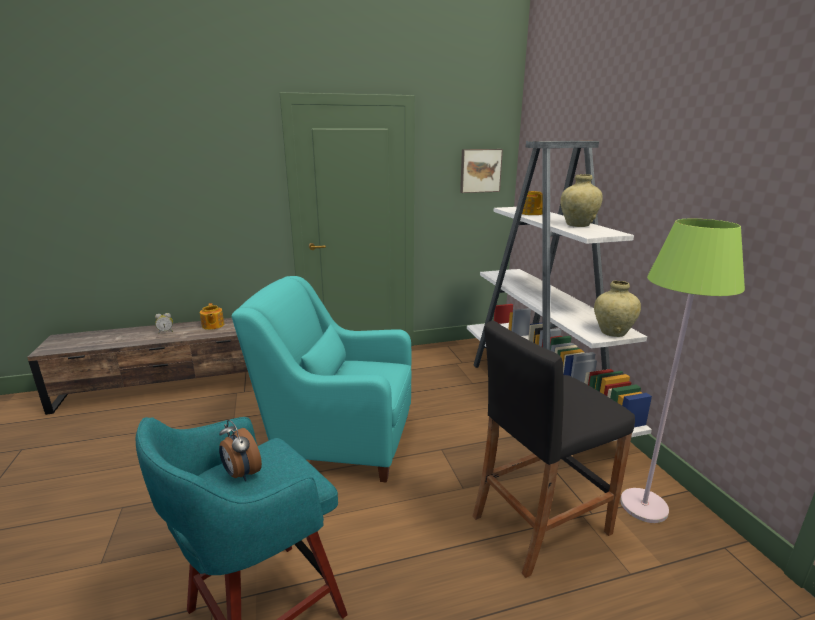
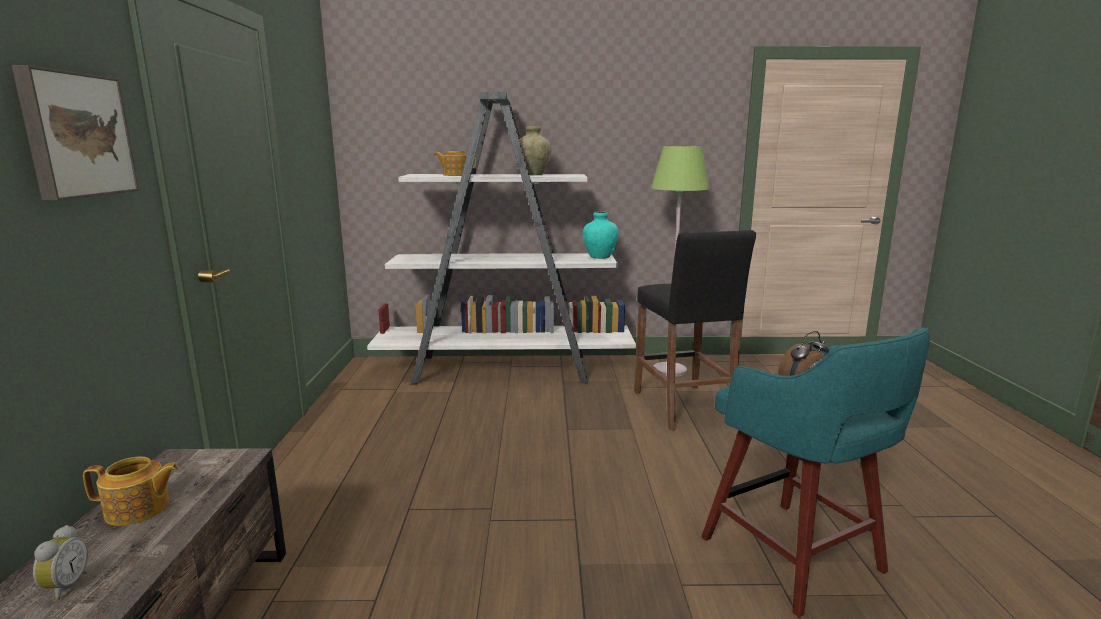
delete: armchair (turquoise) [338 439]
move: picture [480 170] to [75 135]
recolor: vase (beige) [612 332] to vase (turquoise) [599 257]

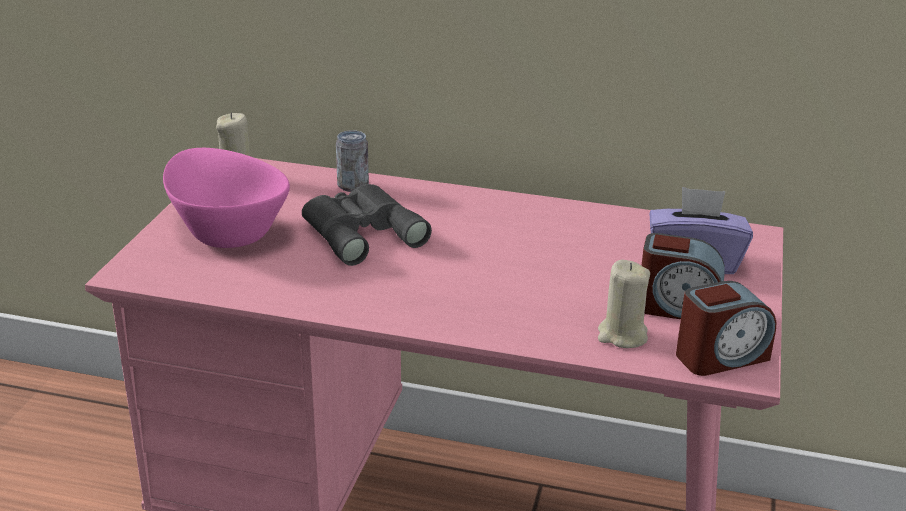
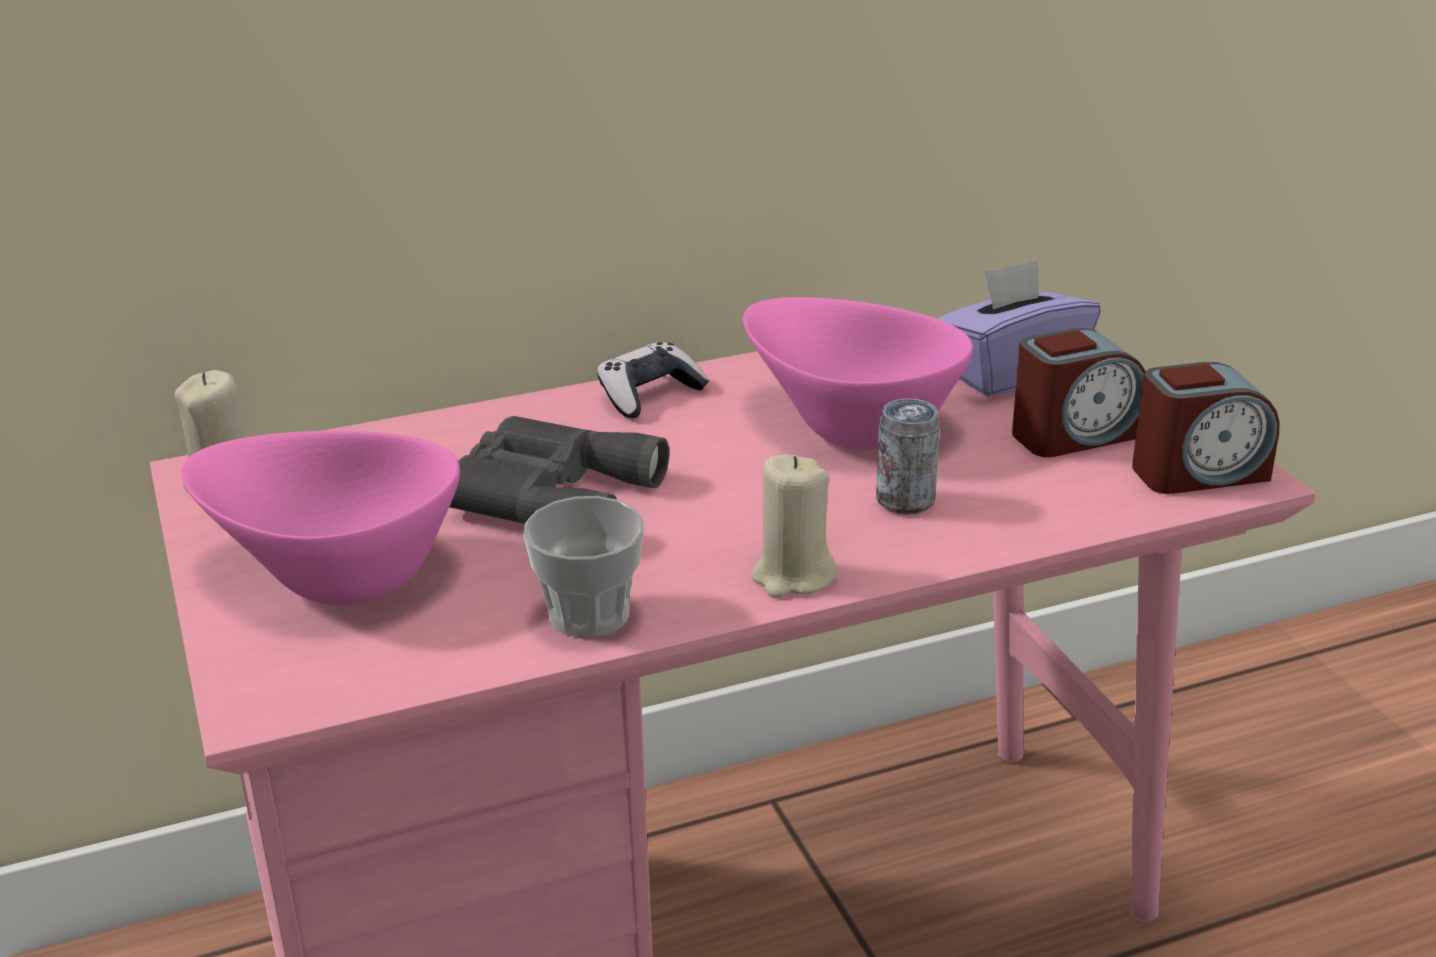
insert: cup [589 615]; game controller [649 395]; bowl (pink) [849 423]
move: can [353 185] to [905 501]; candle (beige) [622 335] to [793 576]
rotate: alarm clock [721 357] = [1198 473] 45 degrees clockwise

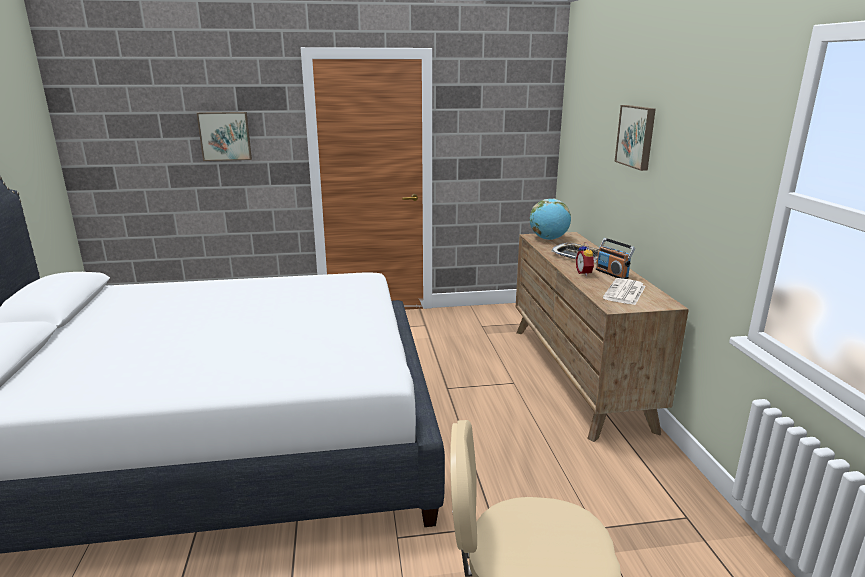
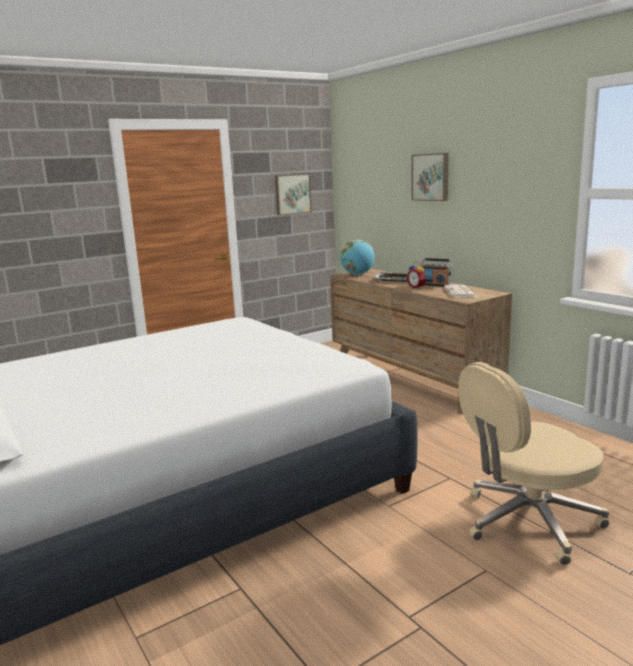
move: picture [225 136] to [292 194]

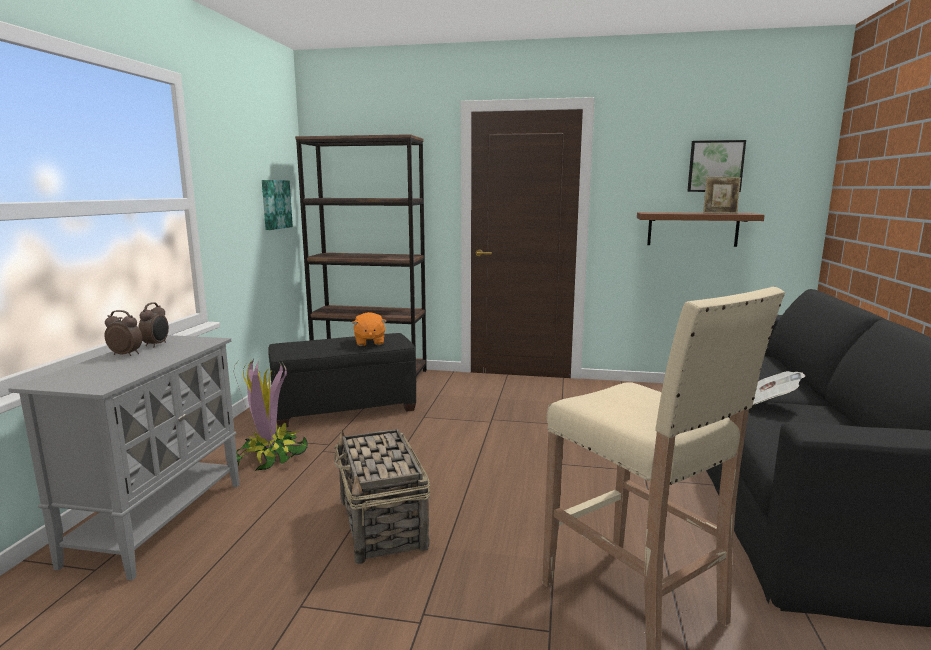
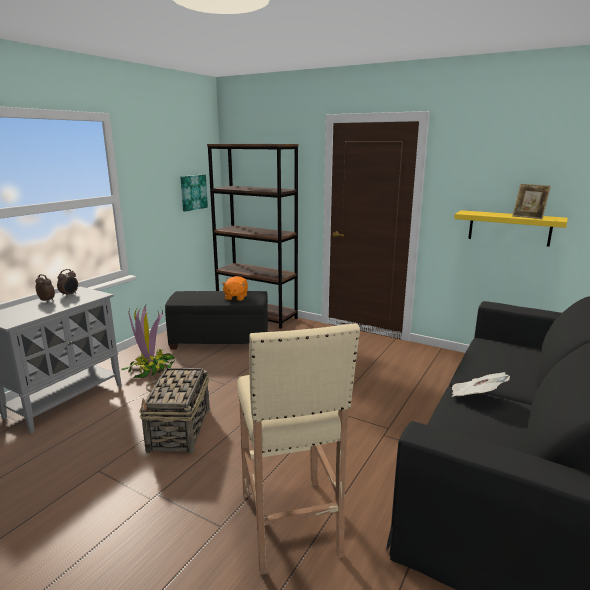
delete: picture [715 166]
recolor: shelf (brown) [692 229] to shelf (yellow) [509 228]

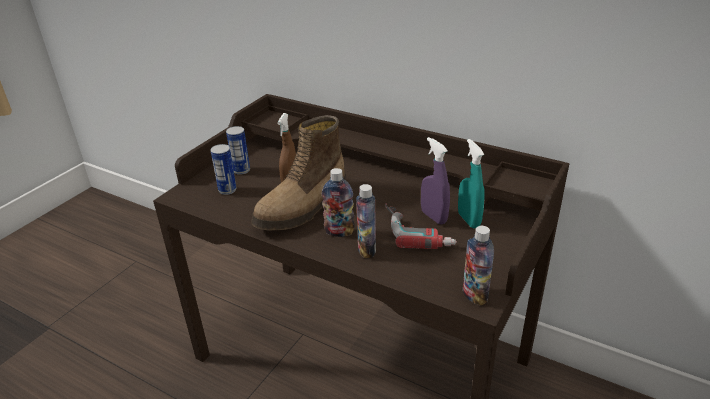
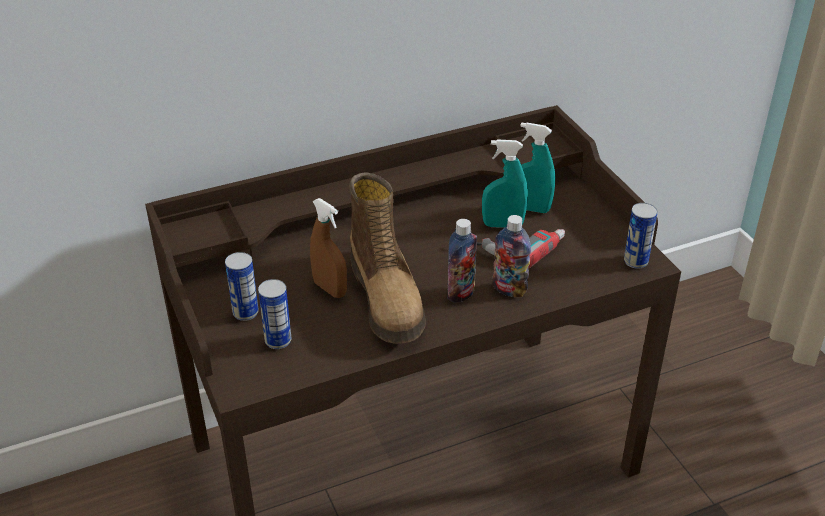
replace: bottle [475 295] to can [635 261]
recolor: spray bottle (purple) [433 217] to spray bottle (turquoise) [503 225]

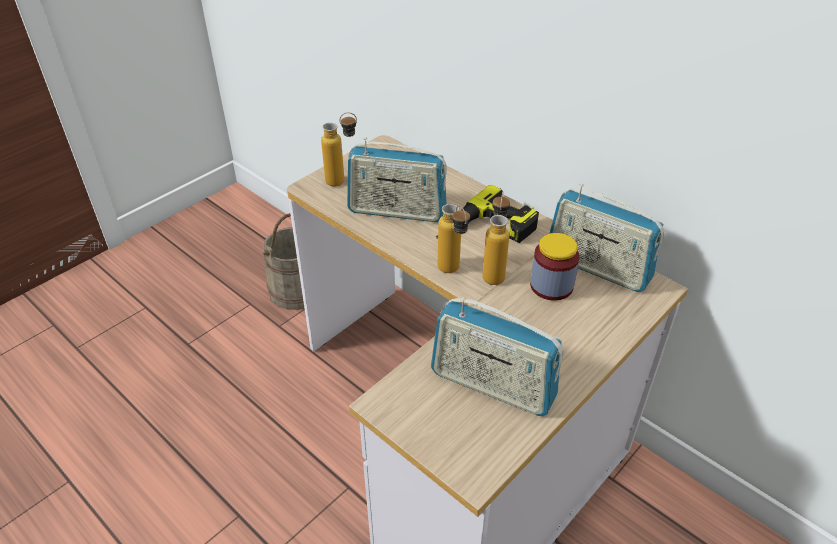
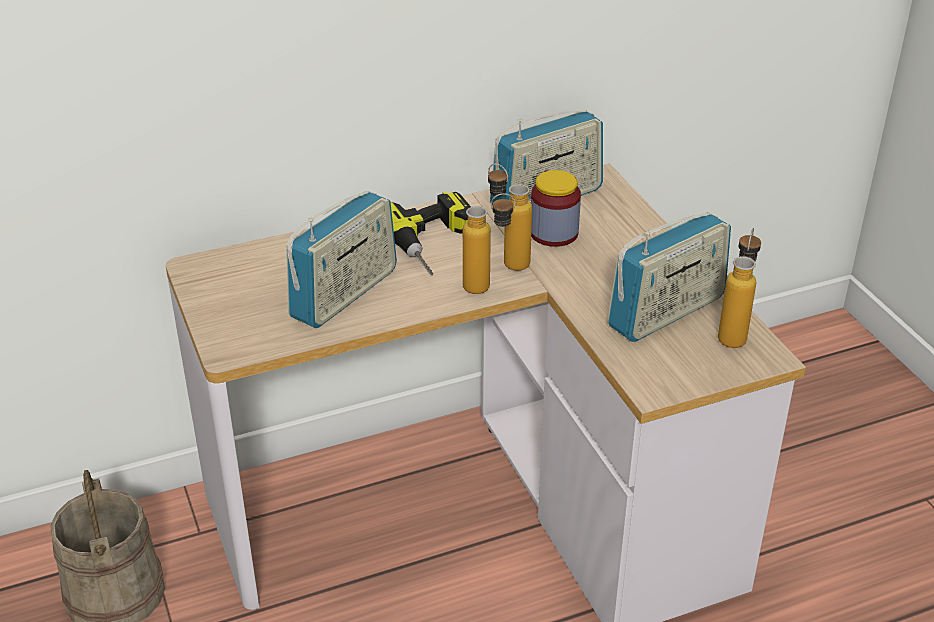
move: bottle [343 181] to [734 333]

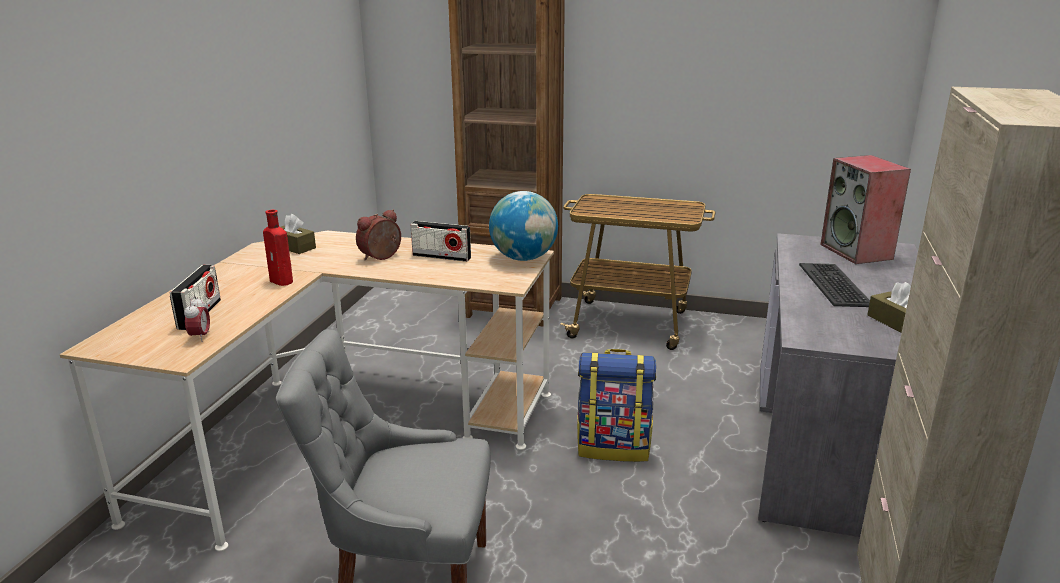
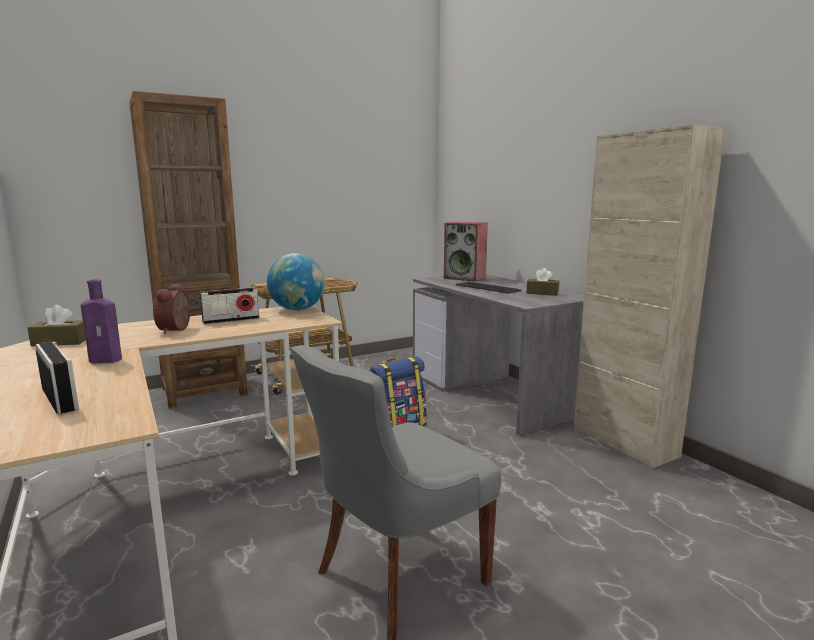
delete: alarm clock [200 337]
recolor: bottle (red) [282 281] to bottle (purple) [108 360]

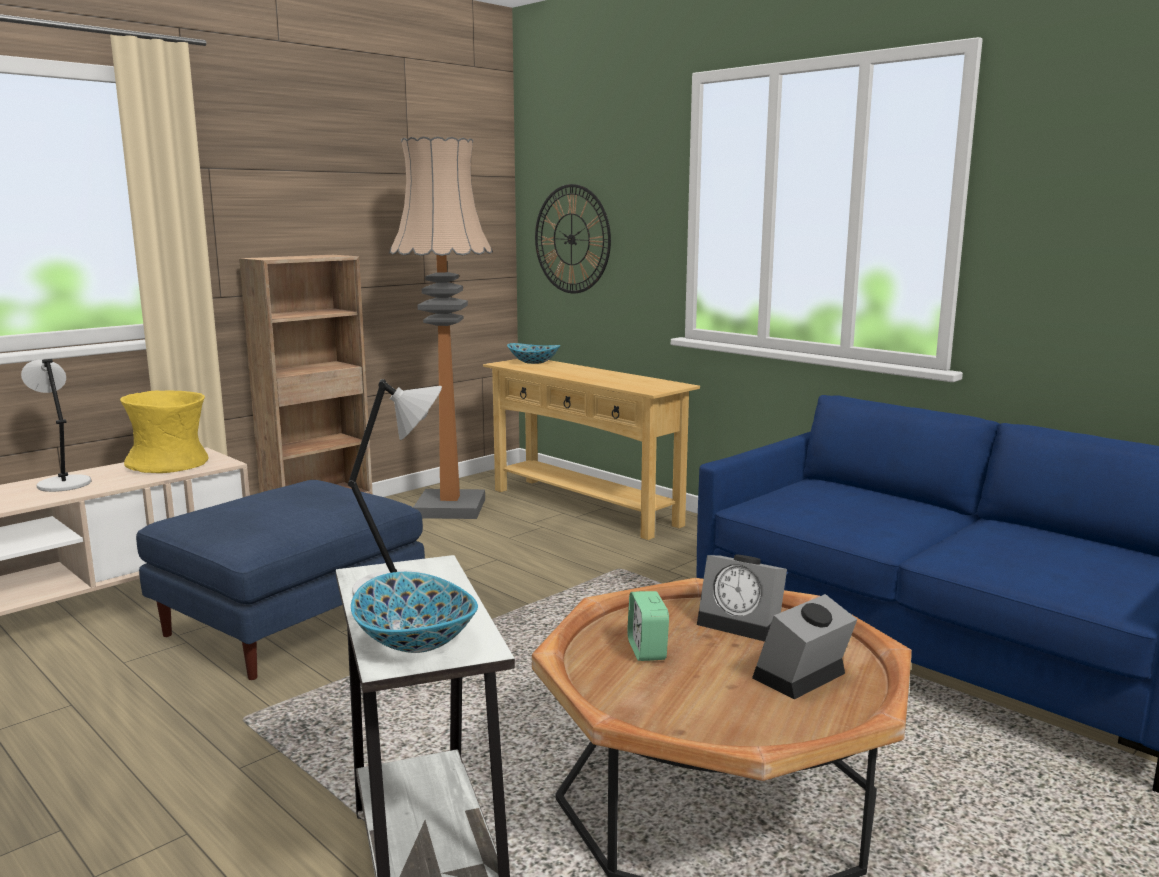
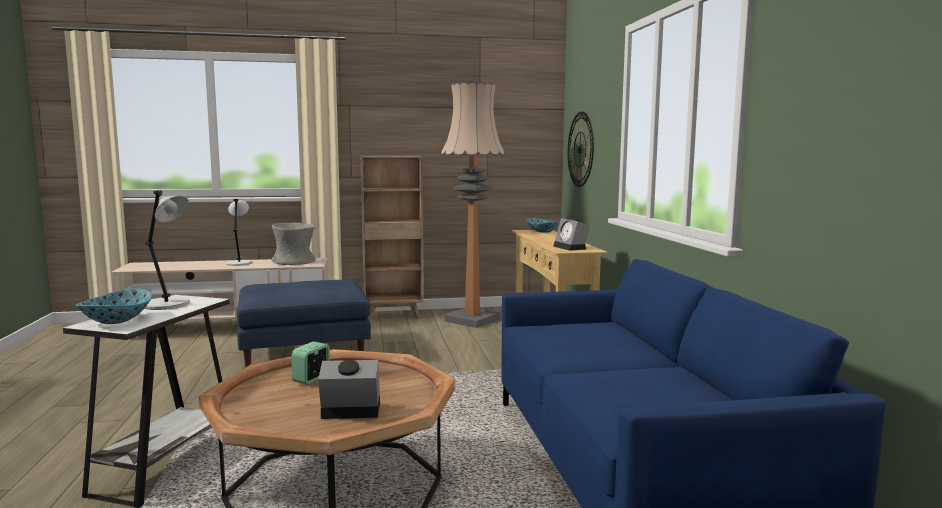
move: alarm clock [743 623] to [571 247]
recolor: vase (yellow) [169 464] to vase (grey) [294 262]

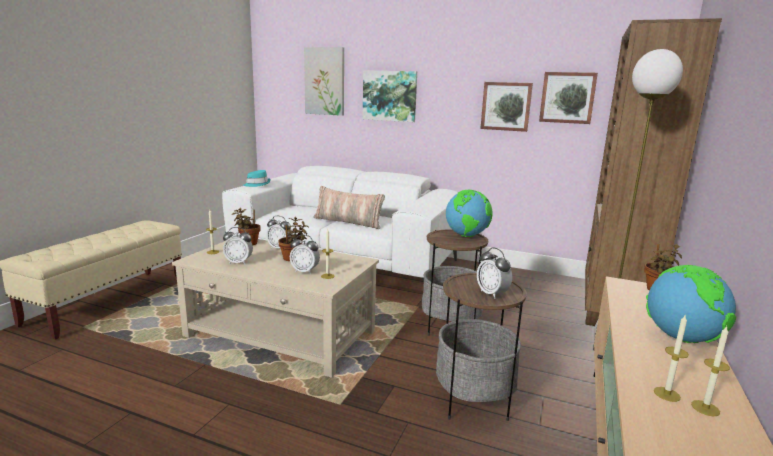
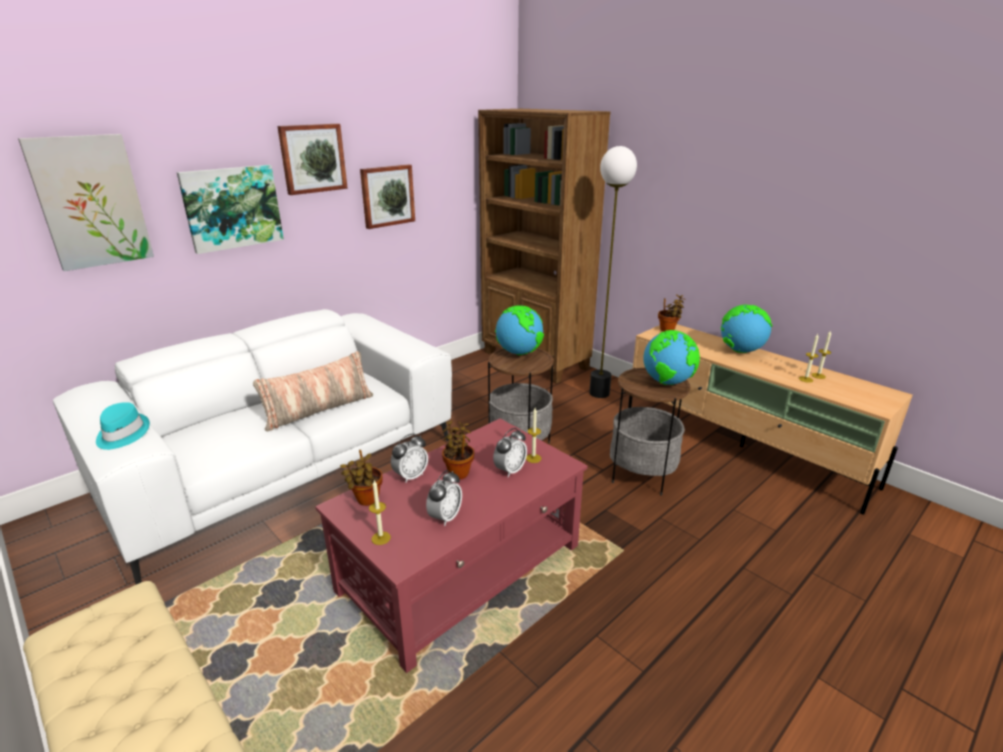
move: picture [567 97] to [312 158]
replace: alarm clock [492 294] to globe [667 382]
recolor: coffee table (beige) [281 334] to coffee table (red) [463 568]

